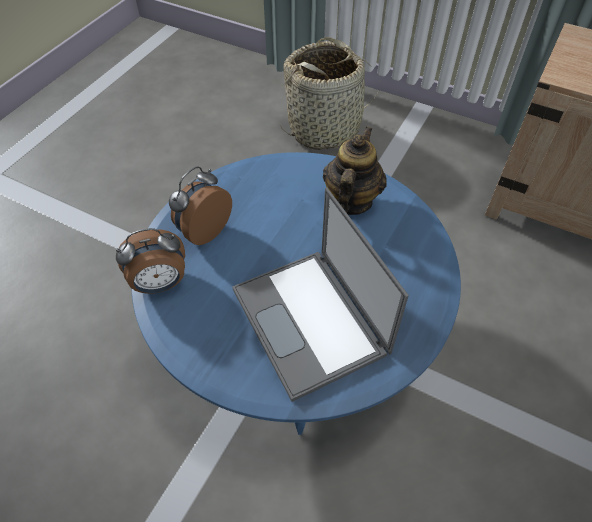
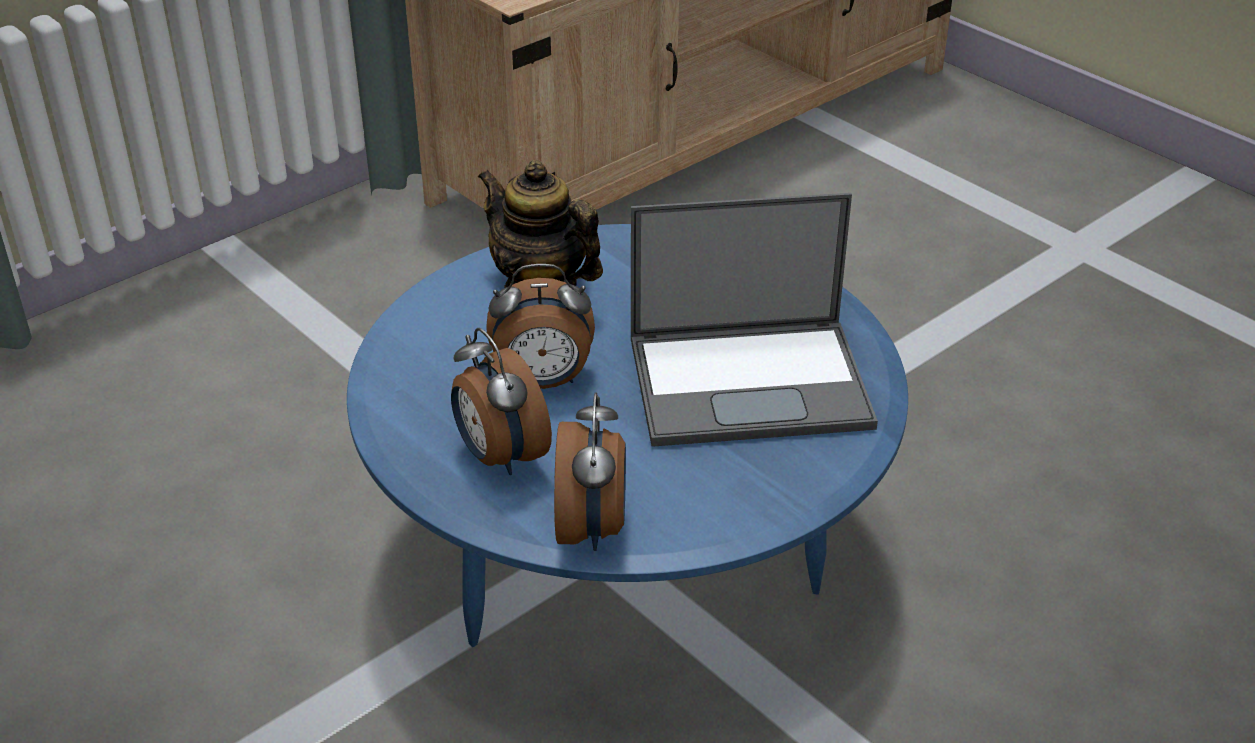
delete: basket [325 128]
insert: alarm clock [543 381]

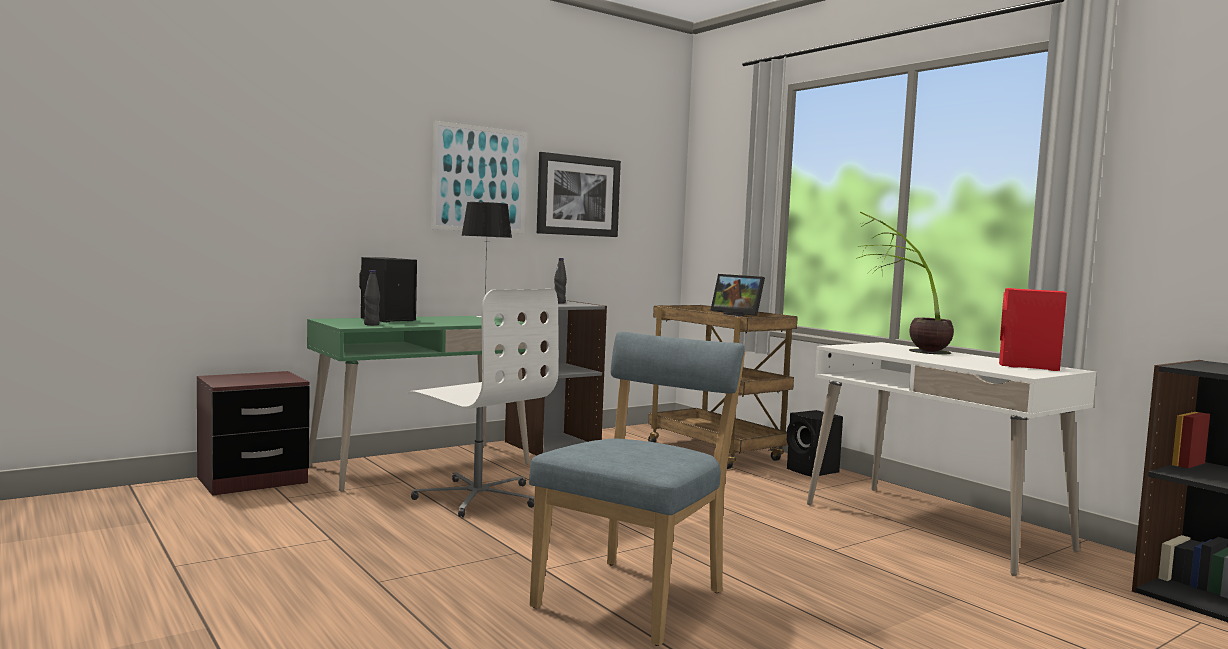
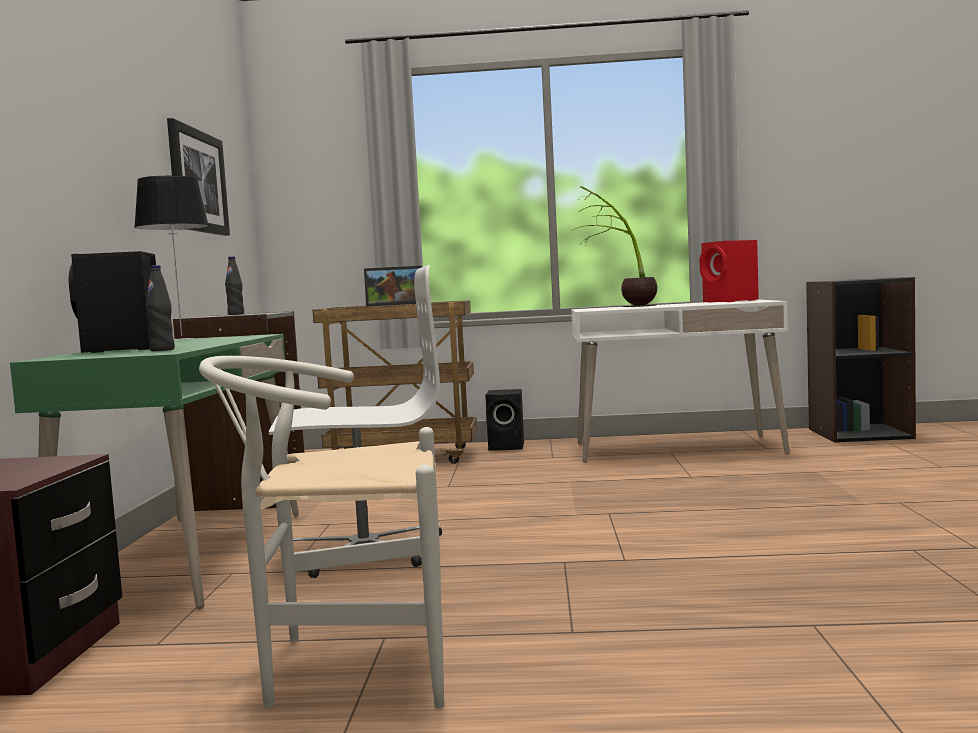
delete: picture [480 179]; chair (blue) [636 597]
insert: chair (white) [345 664]

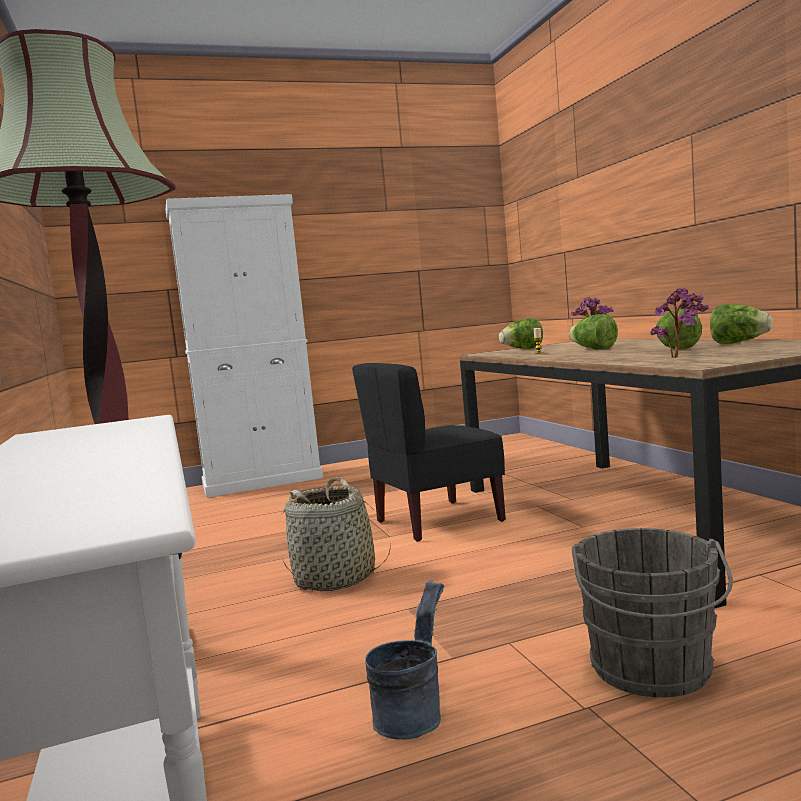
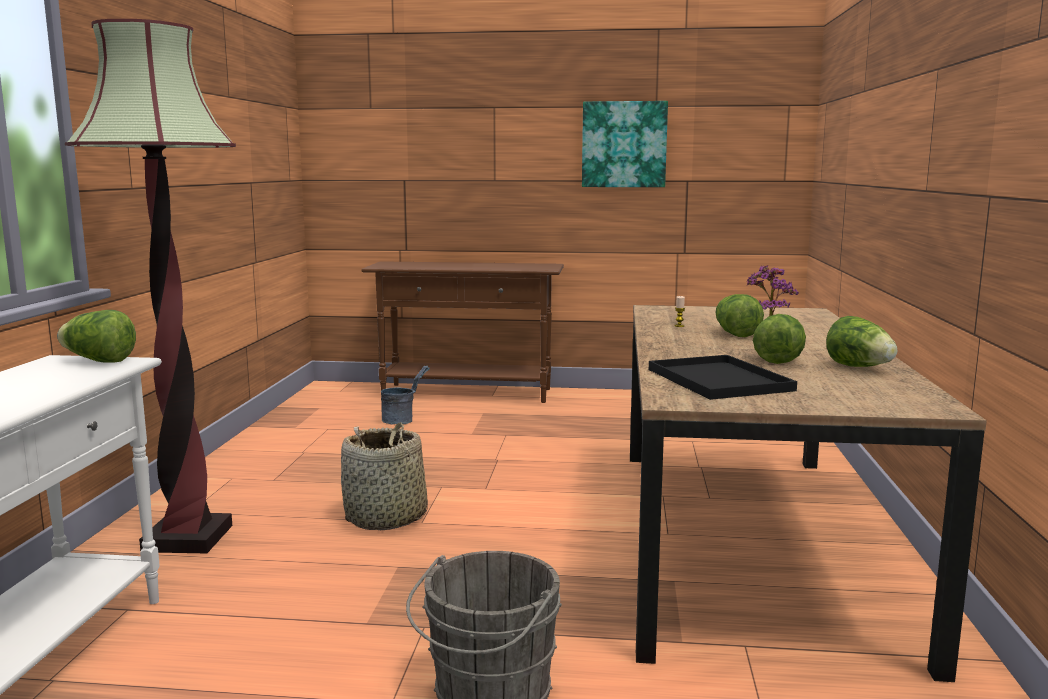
delete: chair (black) [437 521]
insert: picture [624 144]
move: bucket (grey) [413 714] to [403 420]; lettuce [523 349] to [99 361]
replace: cabinet (white) [262 481] to console table (brown) [467 393]; potted plant [680 357] to tray (black) [716 379]

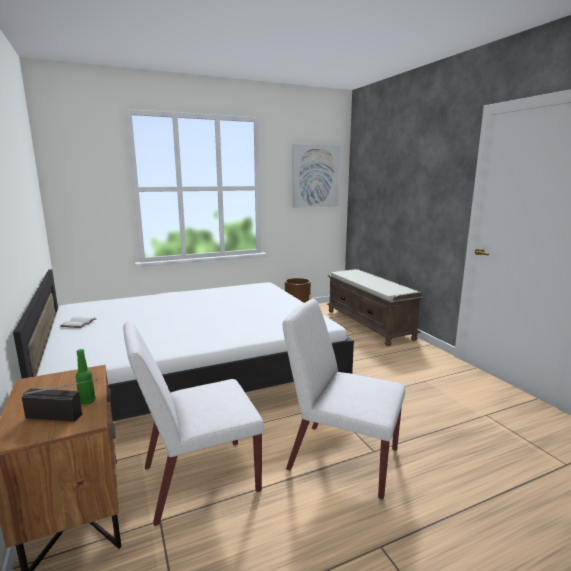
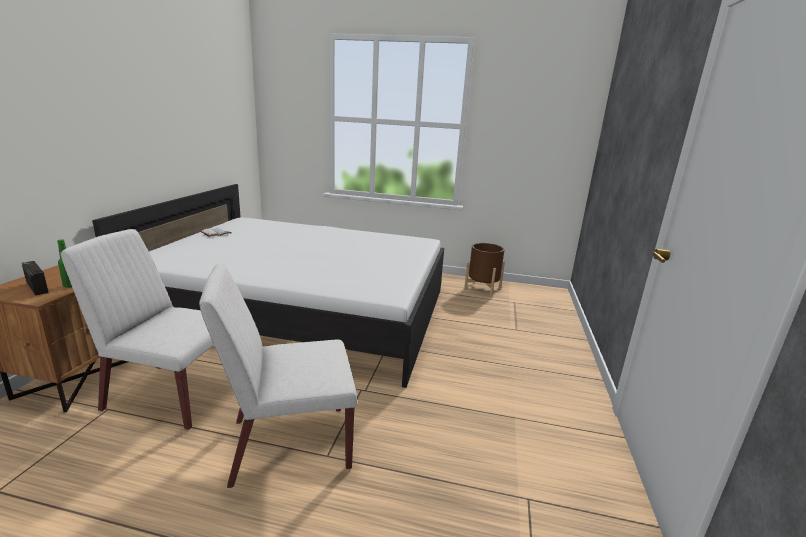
delete: picture [315 176]; bench (brown) [369 324]
rotate: chair (white) [341 458] = [288 444] 75 degrees counterclockwise

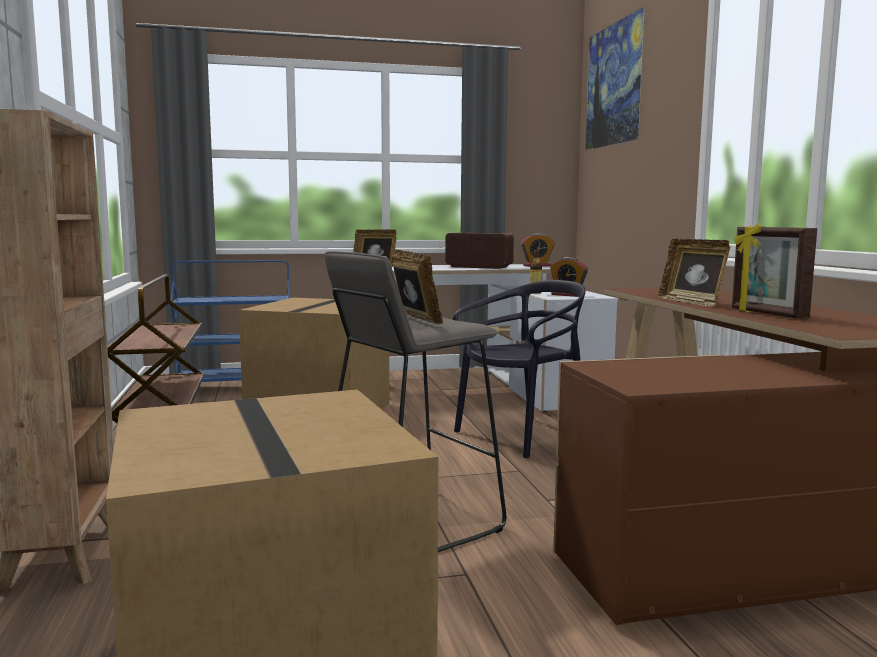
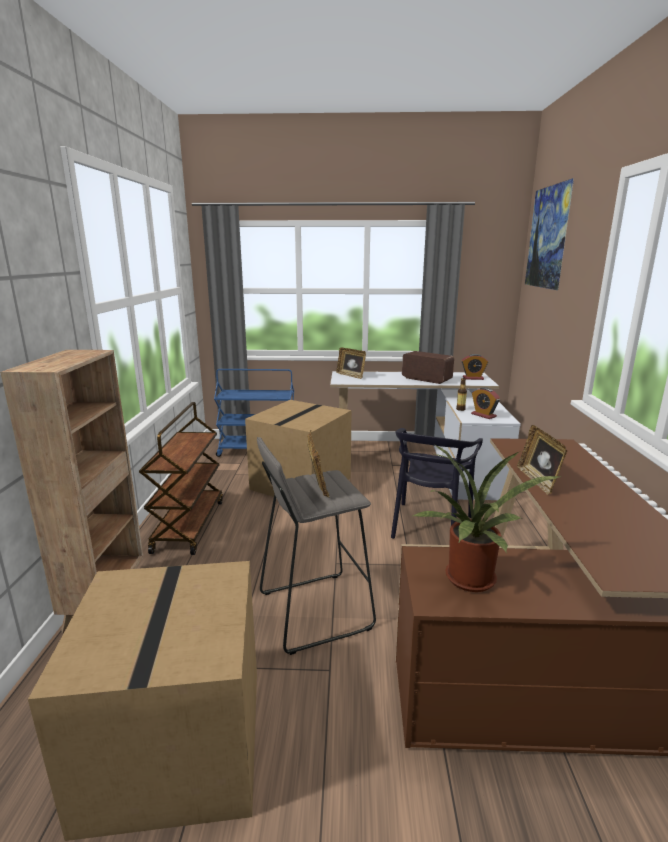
delete: picture frame [767 314]
insert: potted plant [470 582]
rotate: chair (black) [523 435] = [429 525] 135 degrees clockwise

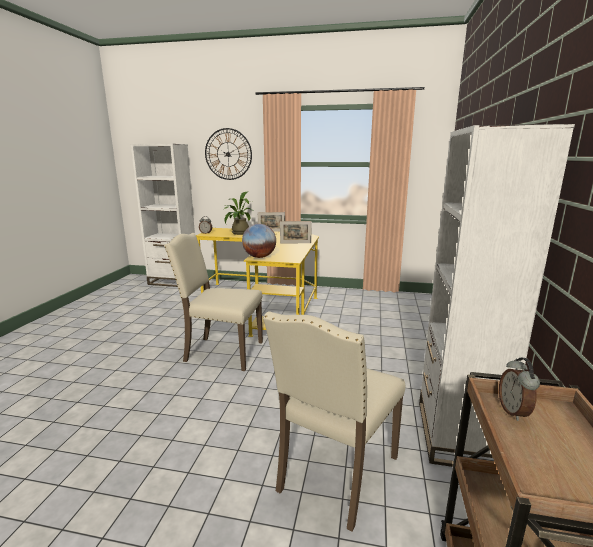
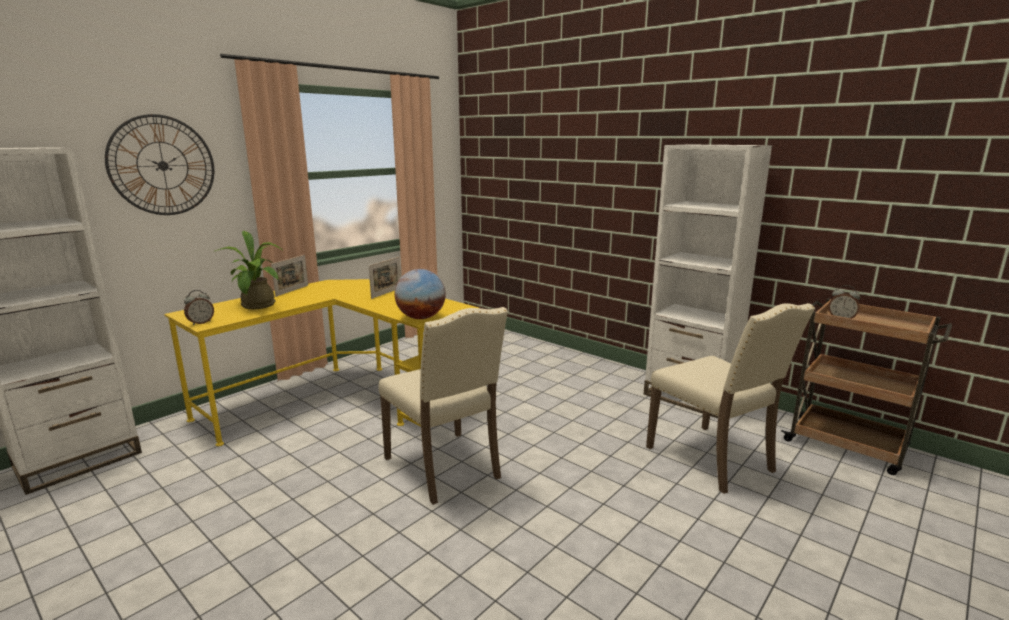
rotate: chair (beige) [222 352] = [445 468] 75 degrees counterclockwise

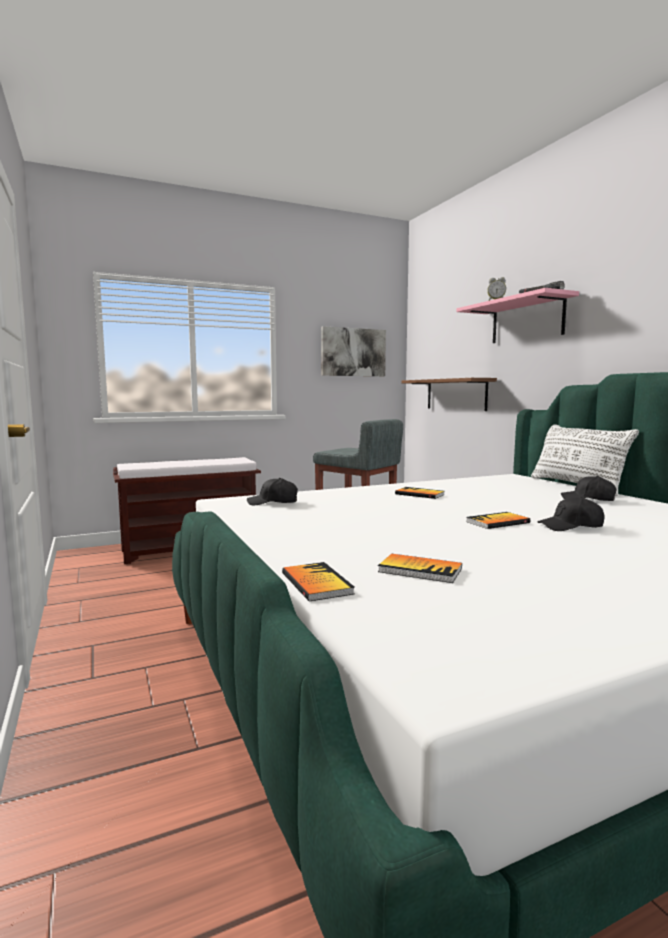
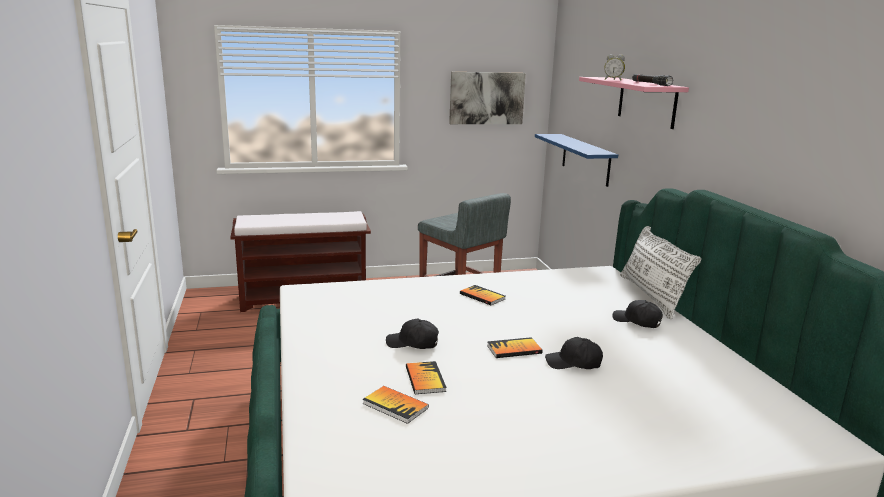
move: cap (black) [273 502] to [413 343]; book [316 583] to [425 379]
recolor: shelf (brown) [456 394] to shelf (blue) [585 159]

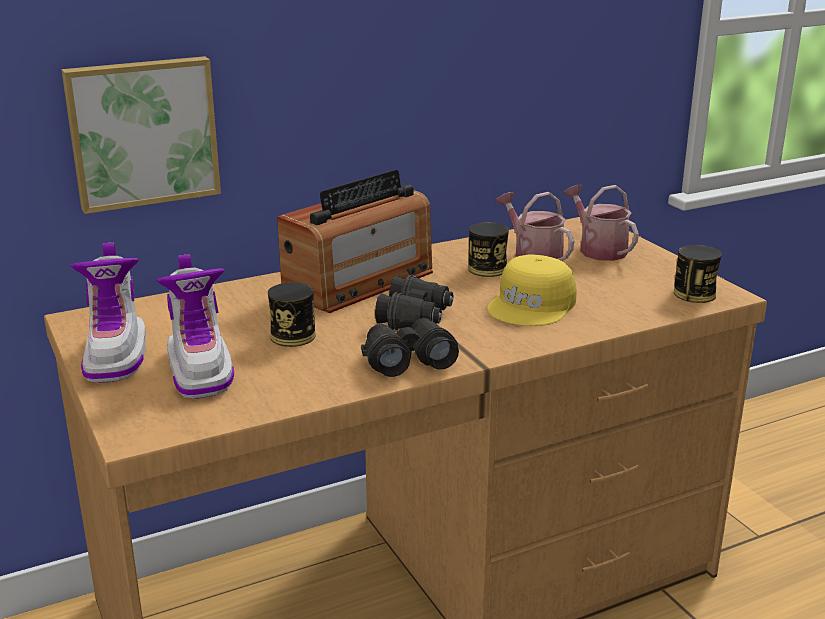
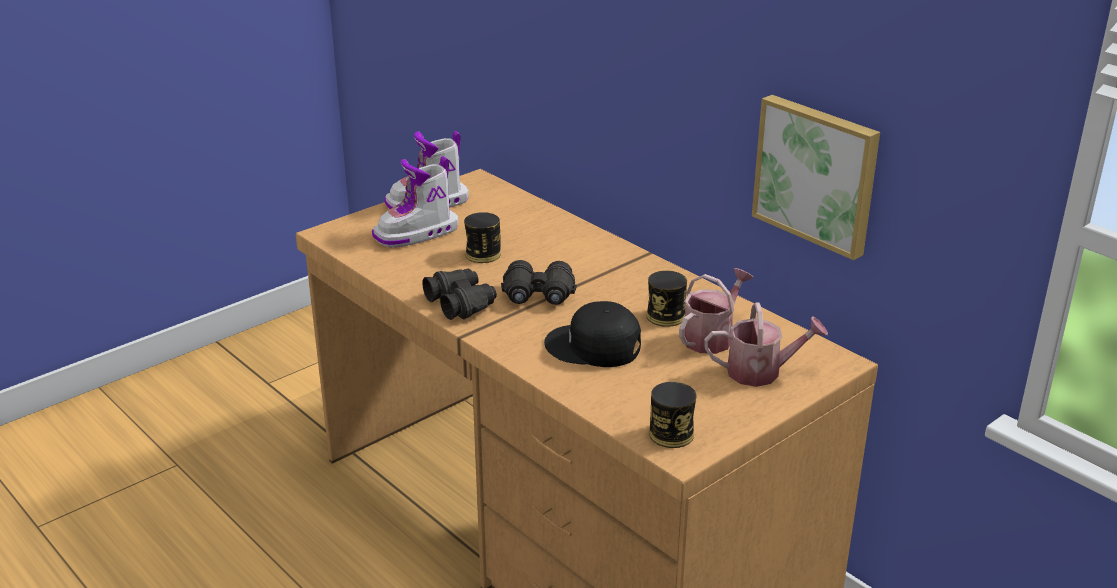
delete: radio [359 282]
move: picture [143 132] to [817 174]
recolor: cap (yellow) [533 305] to cap (black) [593 347]
rotate: watering can [598 249] = [761 372] 45 degrees clockwise

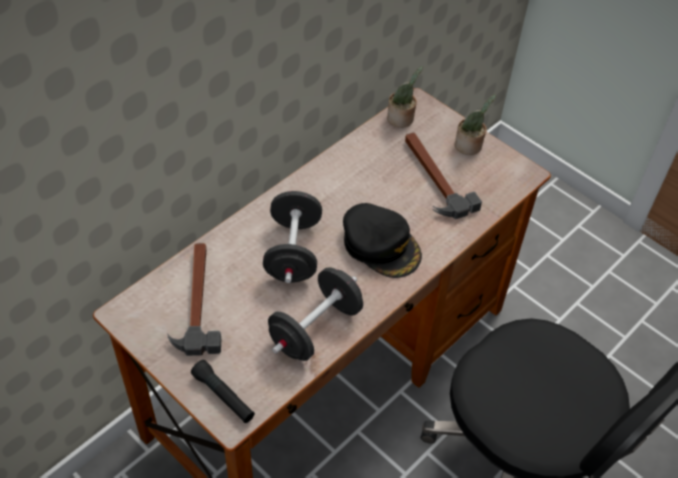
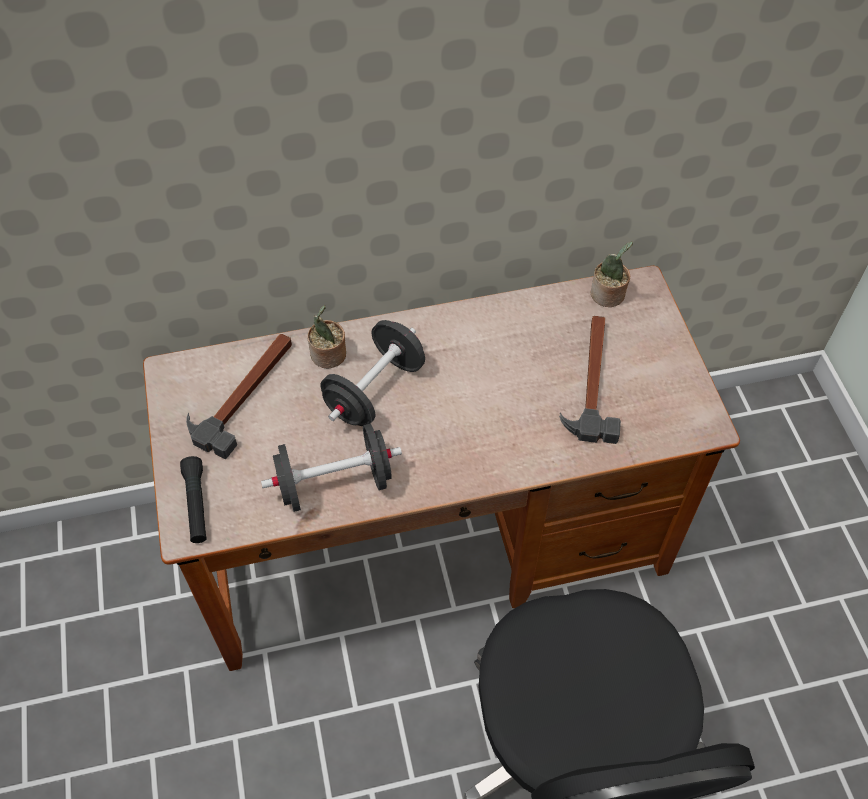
delete: cap (black) [381 245]
move: potted plant [470 146] to [328 356]

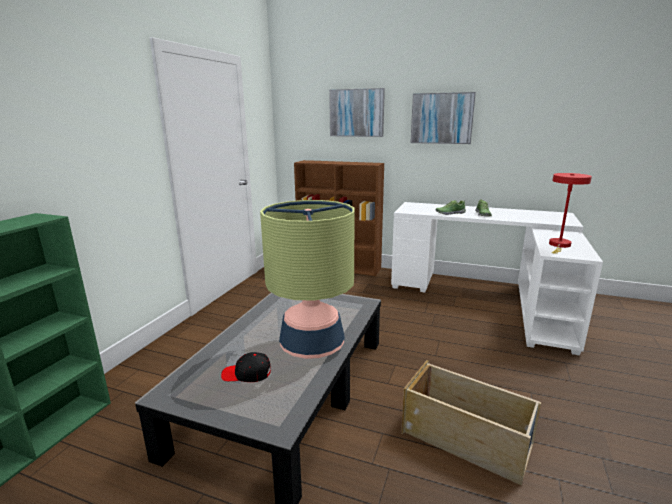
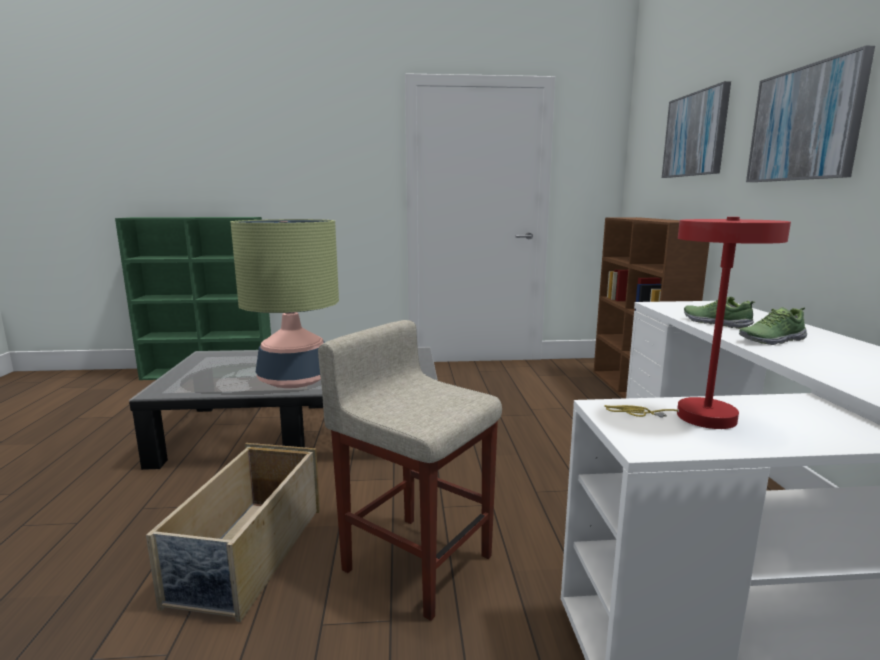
delete: cap (black) [247 374]
insert: stool (beige) [416 561]

